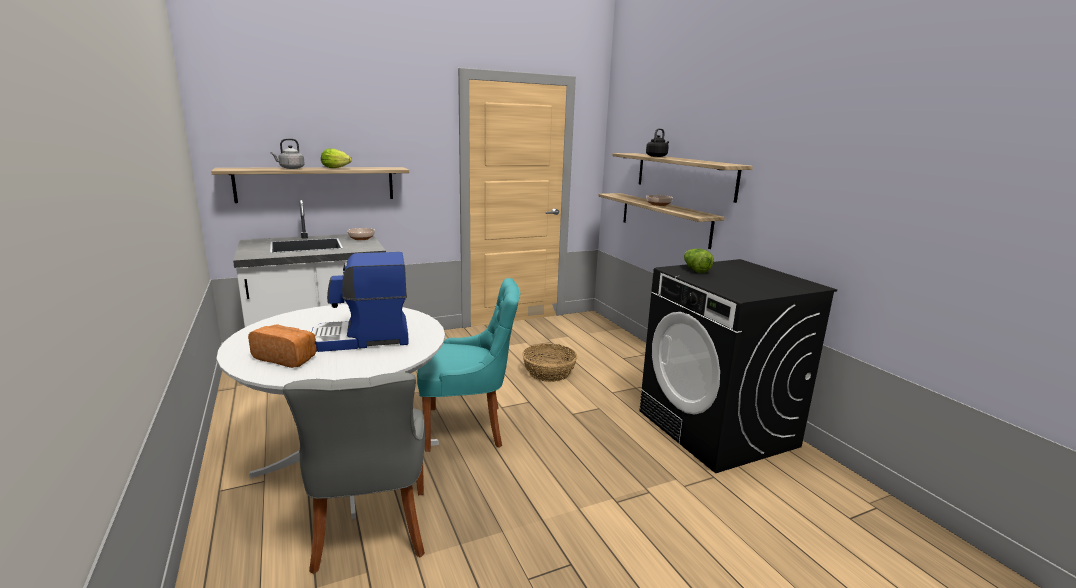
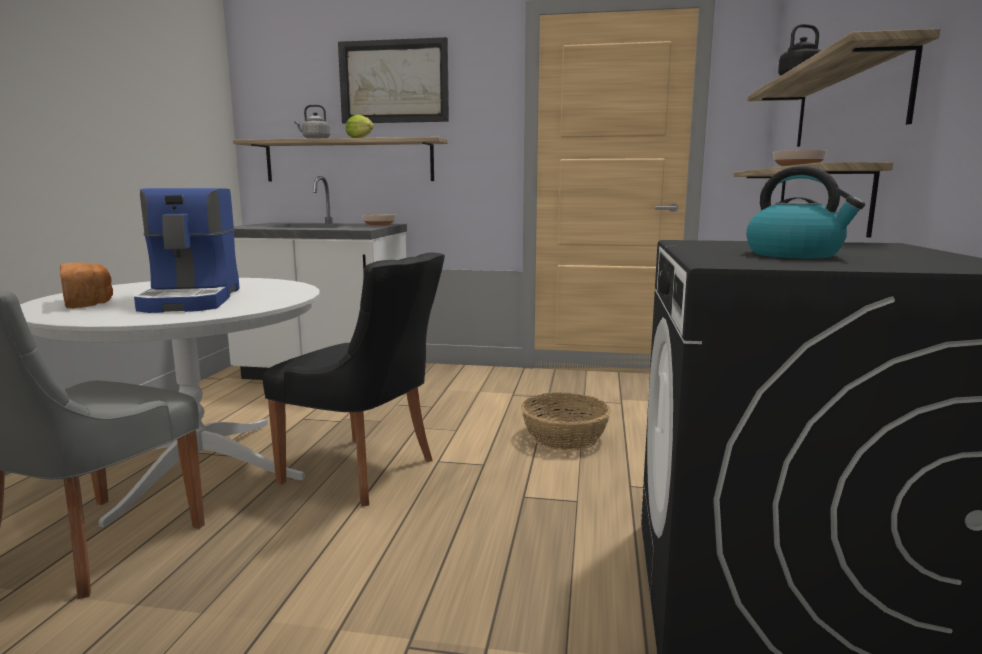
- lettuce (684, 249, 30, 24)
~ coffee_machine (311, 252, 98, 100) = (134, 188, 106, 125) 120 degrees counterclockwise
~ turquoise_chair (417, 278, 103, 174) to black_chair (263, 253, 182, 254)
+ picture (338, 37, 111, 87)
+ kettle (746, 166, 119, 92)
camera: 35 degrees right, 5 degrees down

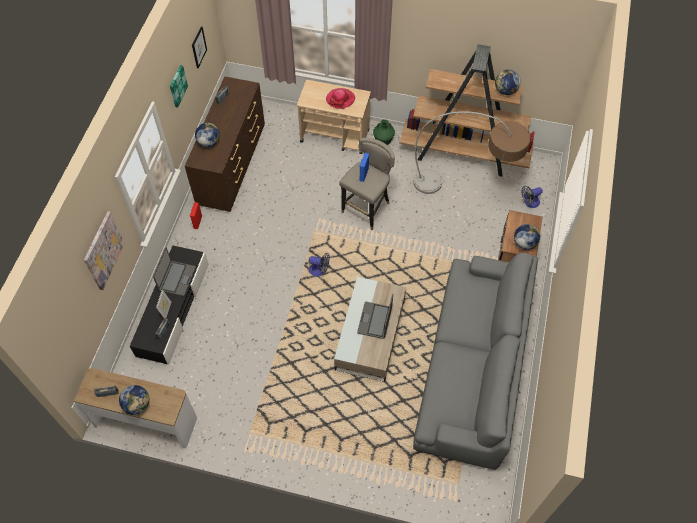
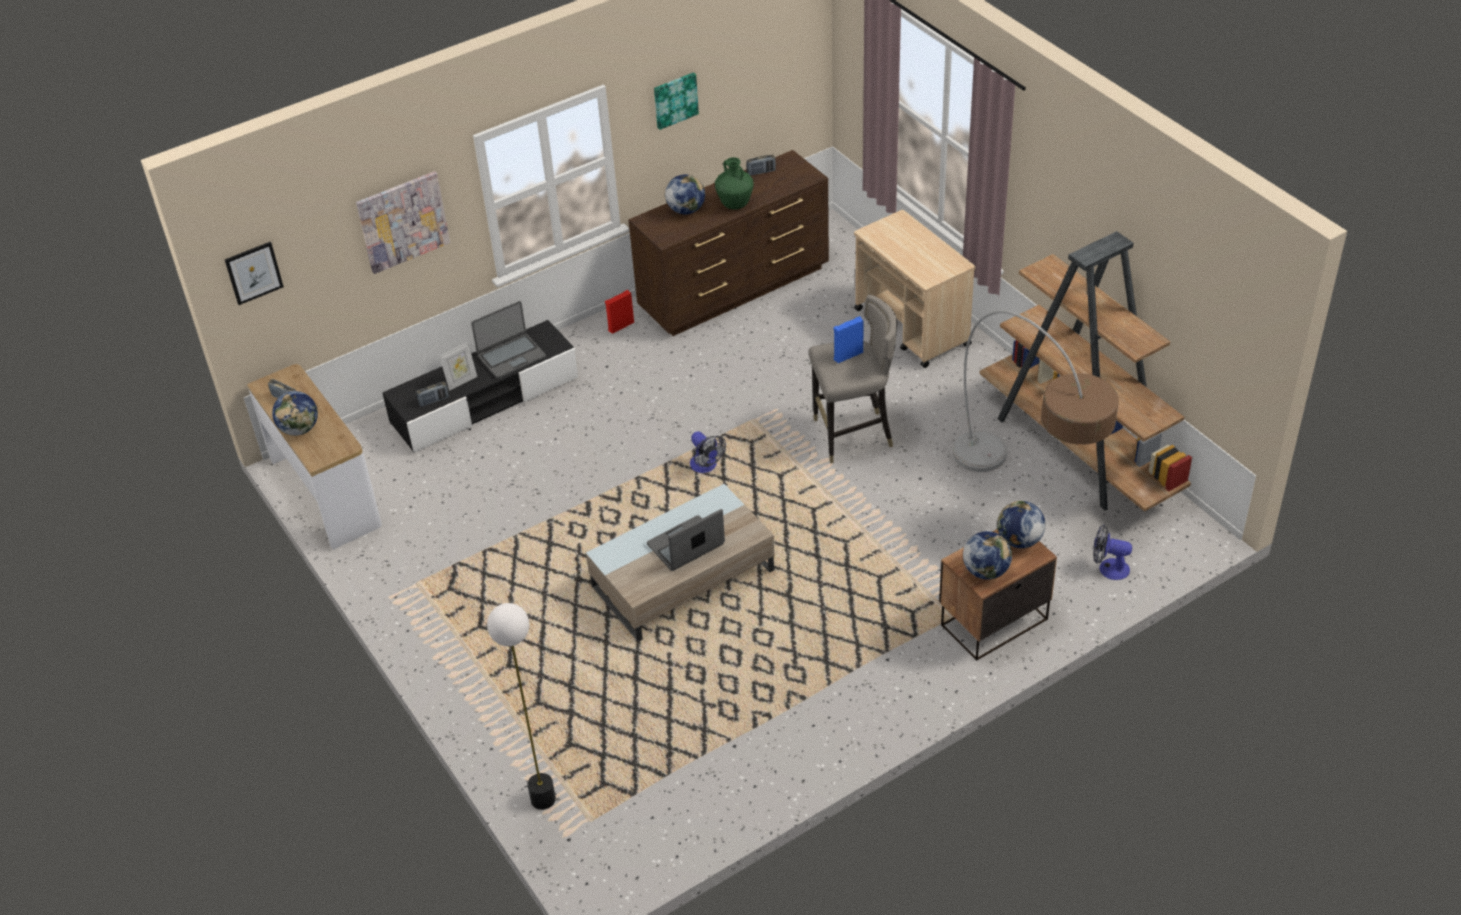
~ picture (192, 26, 15, 42) to (225, 242, 59, 63)
~ globe (495, 70, 26, 25) to (997, 501, 48, 47)
- hat (326, 88, 29, 21)
~ green_vase (373, 119, 22, 26) to (715, 157, 39, 53)
- grey_sofa (413, 252, 125, 218)
+ floor_lamp (487, 603, 69, 207)
camera: 45 degrees right, 15 degrees down

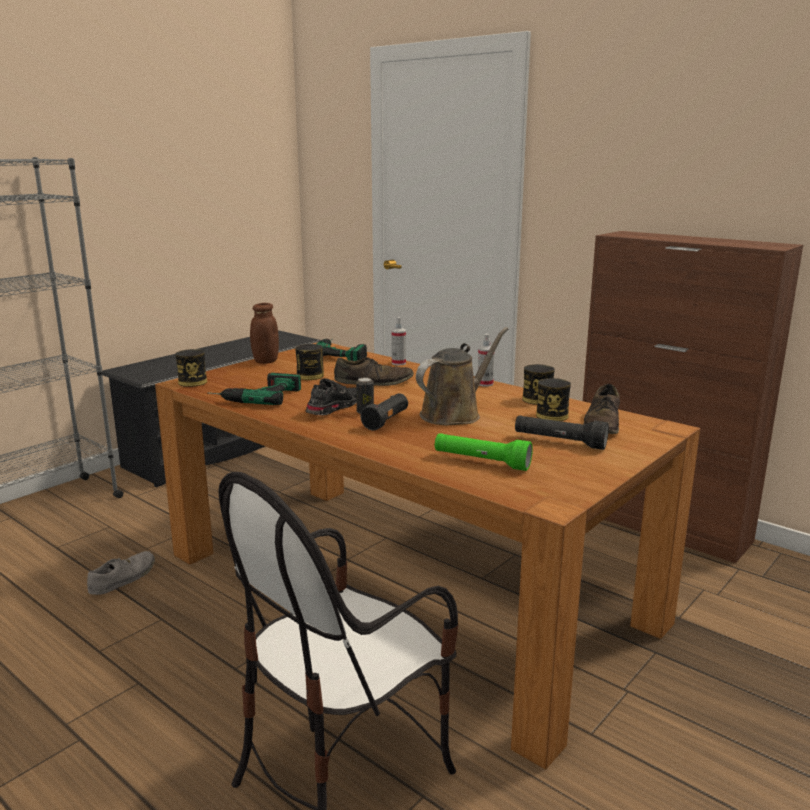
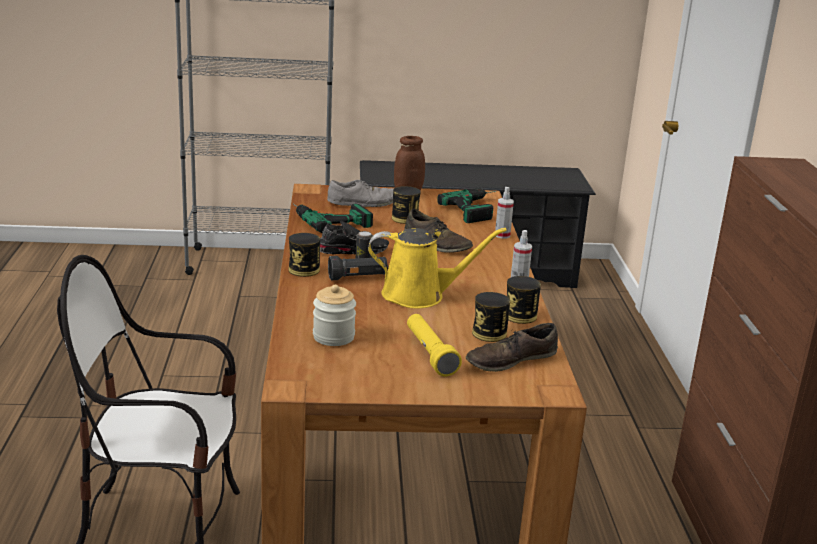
~ brown_watering_can (416, 327, 92, 98) to yellow_watering_can (368, 228, 139, 80)
~ can (176, 349, 31, 38) to (289, 233, 31, 44)
~ black_flashlight (515, 416, 94, 34) to yellow_flashlight (407, 314, 55, 62)
~ green_flashlight (435, 433, 98, 38) to jar (313, 285, 43, 61)
~ grey_shoe (87, 551, 68, 44) to (327, 180, 67, 27)
camera: 45 degrees right, 5 degrees up

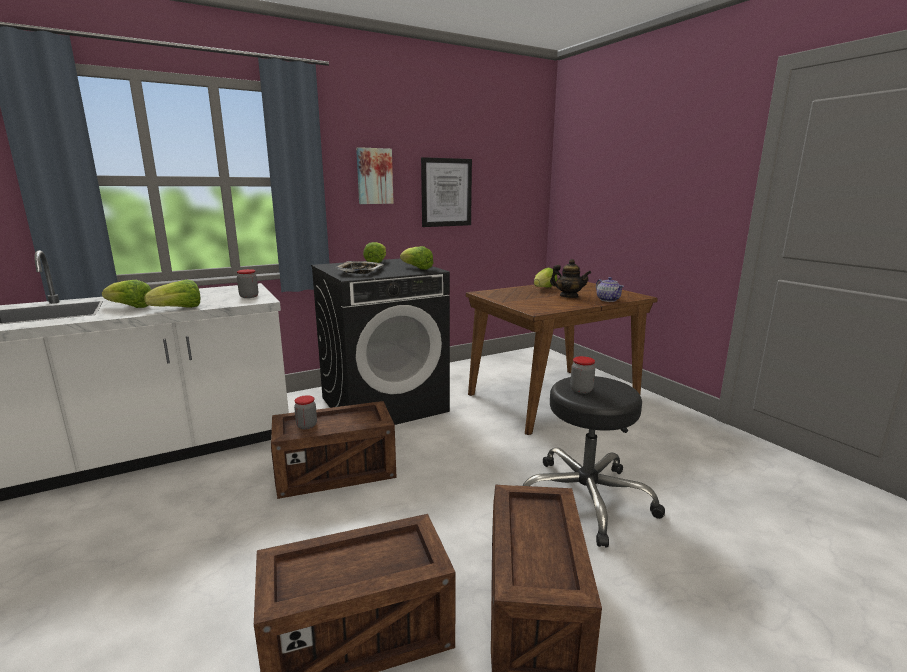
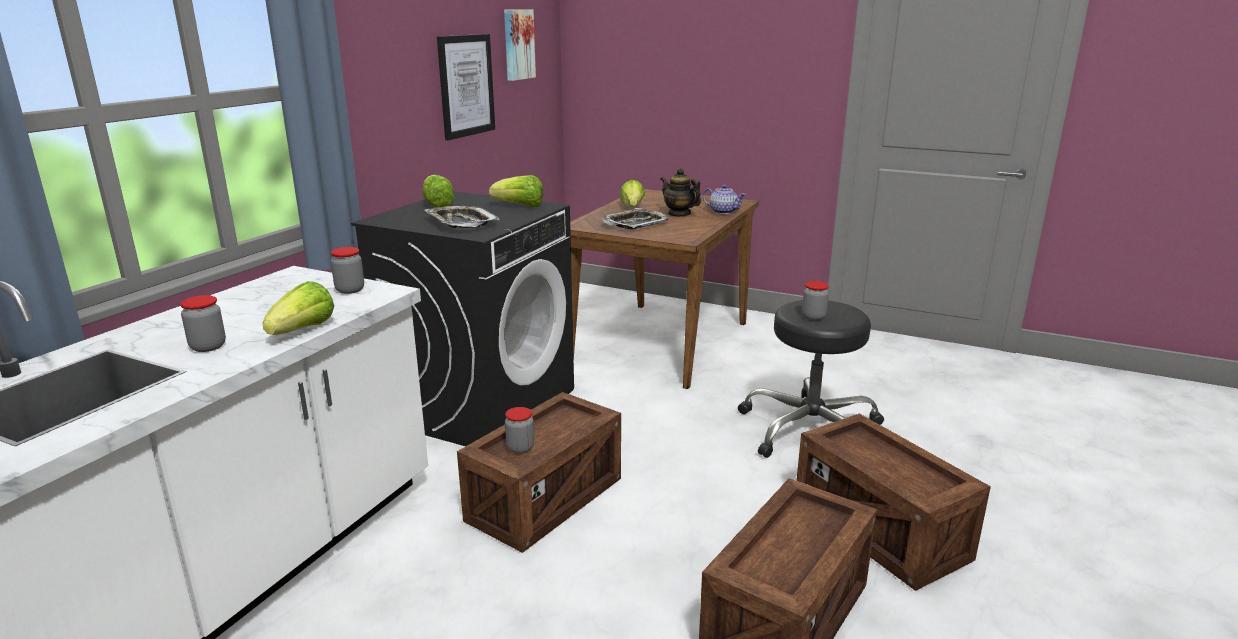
~ picture (356, 147, 38, 57) to (504, 9, 32, 72)
~ teapot (550, 259, 41, 39) = (660, 168, 41, 49) 135 degrees counterclockwise
~ lettuce (102, 280, 49, 28) to jar (180, 295, 46, 57)
+ tray (602, 208, 68, 21)
camera: 35 degrees left, 5 degrees up

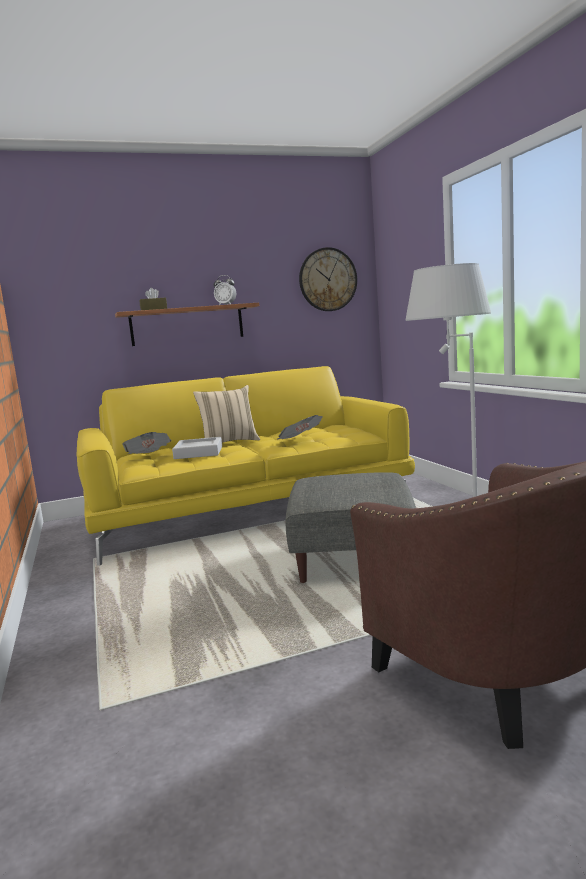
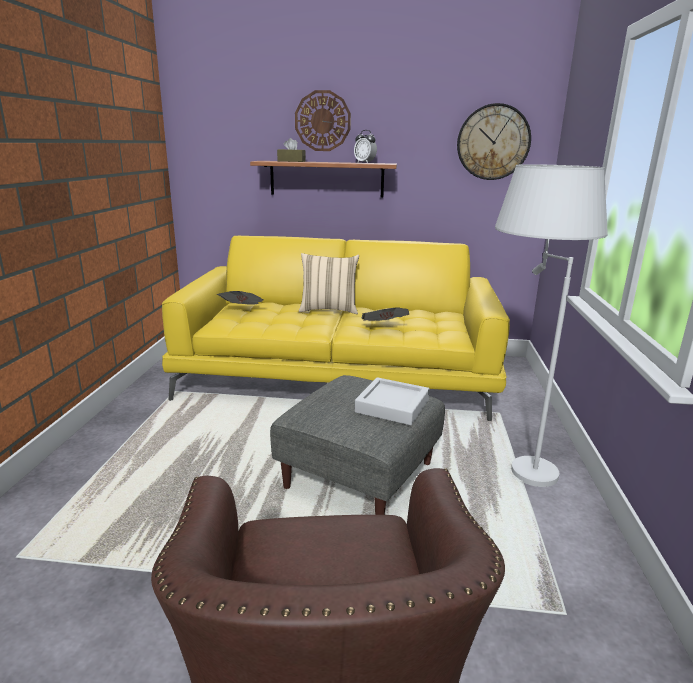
~ grey_tray (172, 437, 50, 22) to (355, 377, 75, 48)
+ wall_clock (295, 90, 56, 61)
camera: 25 degrees right, 10 degrees up

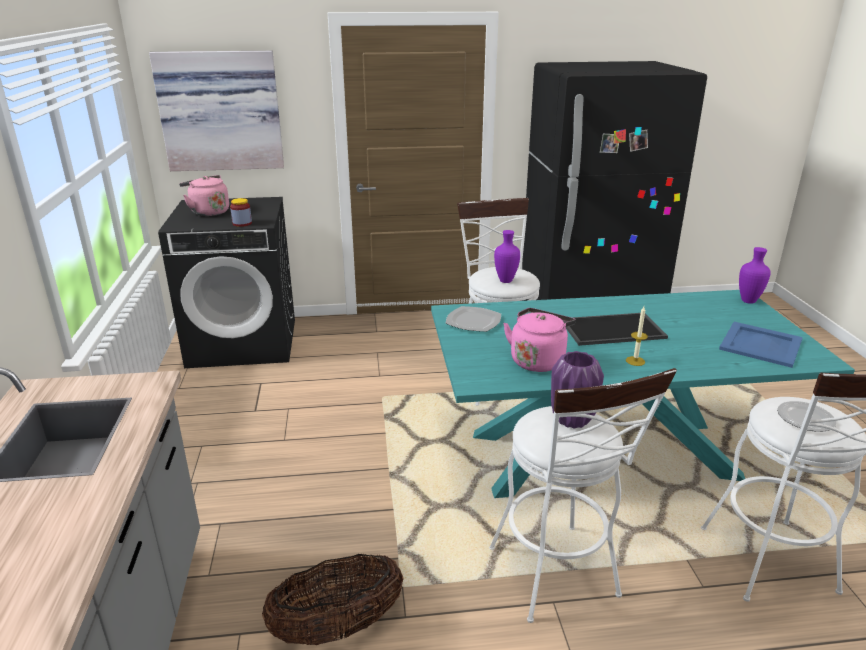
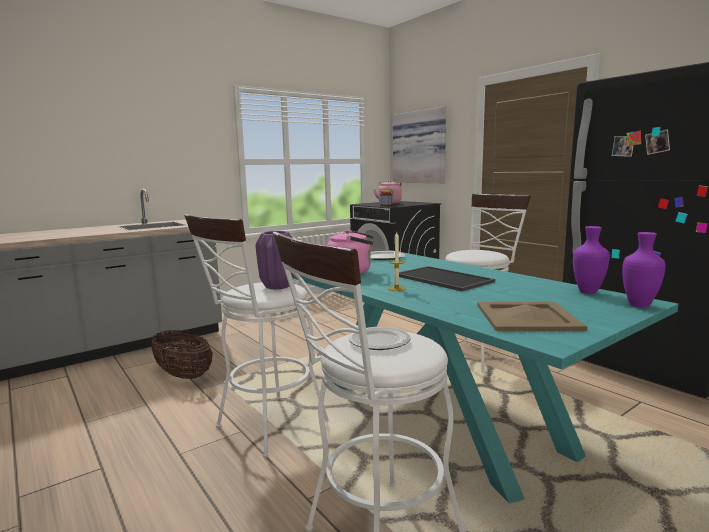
~ purple_vase (494, 230, 26, 53) to (573, 226, 37, 68)
~ blue_tray (719, 322, 84, 46) to beige_tray (477, 302, 110, 29)
camera: 60 degrees right, 15 degrees down

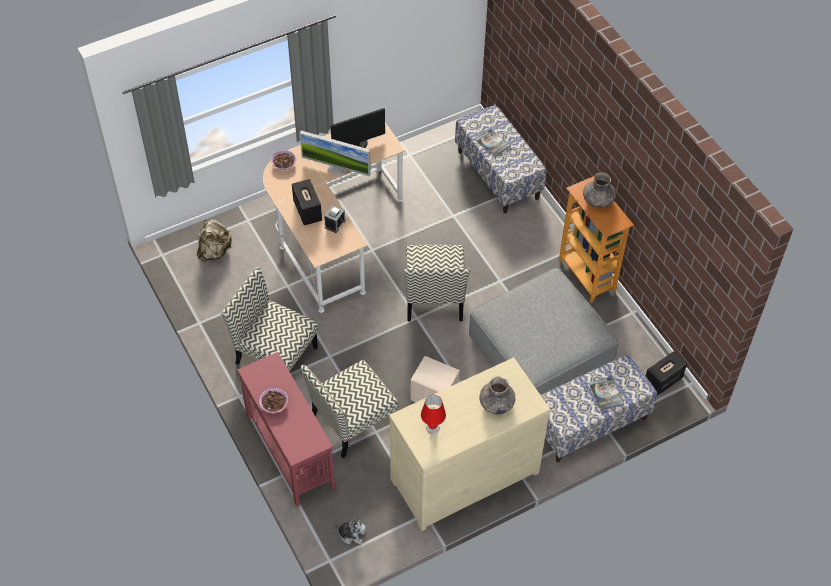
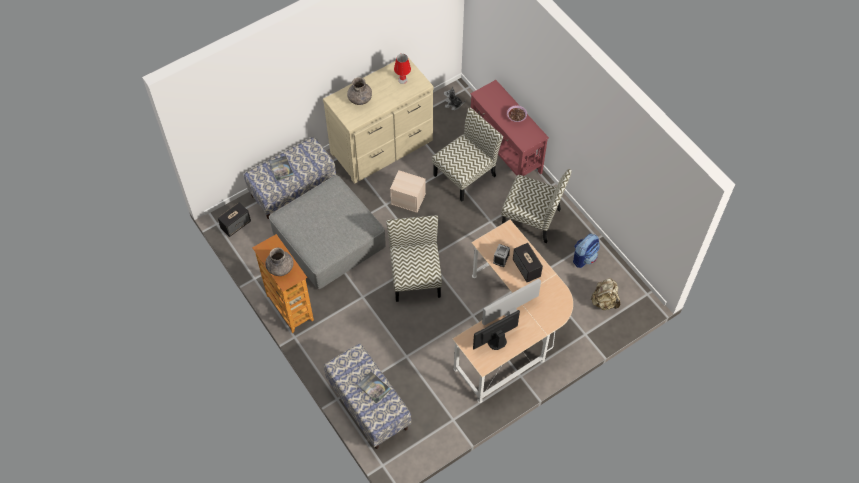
~ monitor (300, 131, 71, 45) = (482, 279, 59, 47) 45 degrees counterclockwise
- bowl (271, 150, 25, 20)
+ backpack (573, 234, 27, 34)
camera: 175 degrees right, 5 degrees up

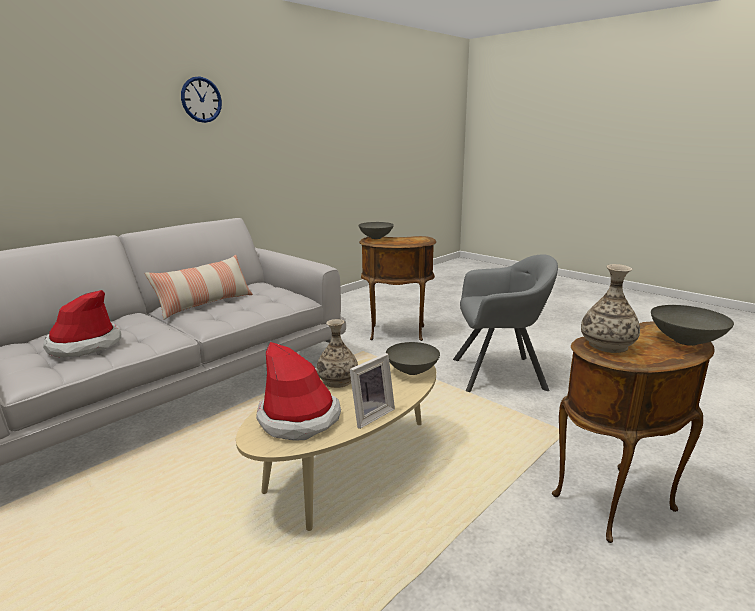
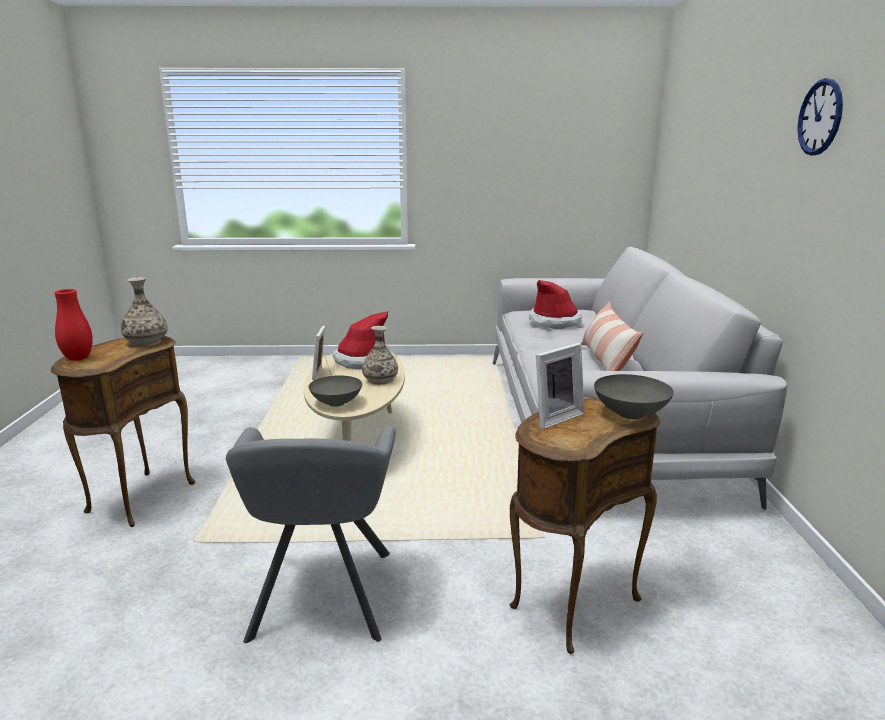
~ grey_armchair (453, 254, 105, 138) = (226, 426, 170, 217) 45 degrees counterclockwise
~ grey_bowl (651, 305, 83, 41) to red_vase (54, 289, 39, 72)
+ picture_frame (536, 343, 49, 86)
camera: 135 degrees right, 0 degrees up

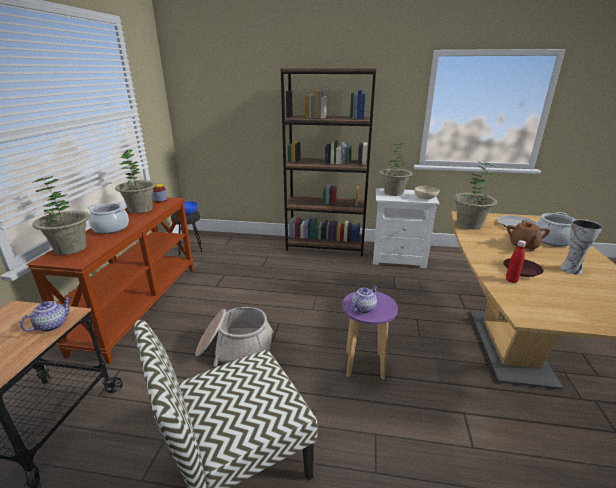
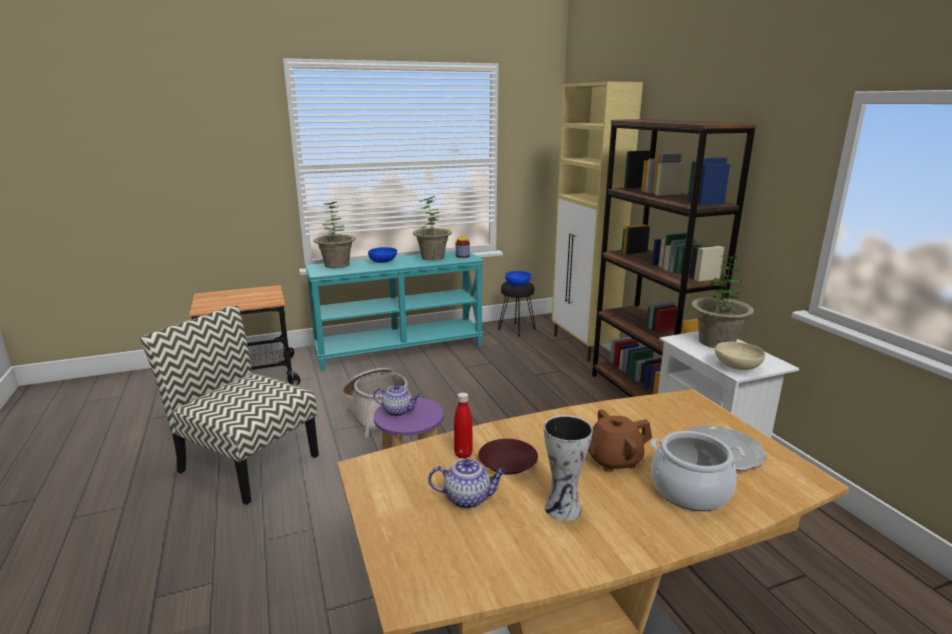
- potted_plant (452, 163, 46, 67)
~ brown_console_table (26, 197, 168, 167) to turquoise_console_table (305, 251, 179, 120)
~ cooking_pot (87, 203, 42, 31) to blue_bowl (368, 247, 29, 16)
~ teapot (20, 297, 51, 35) to (428, 459, 78, 49)
+ beige_cabinet (552, 82, 91, 280)
camera: 60 degrees right, 5 degrees down

